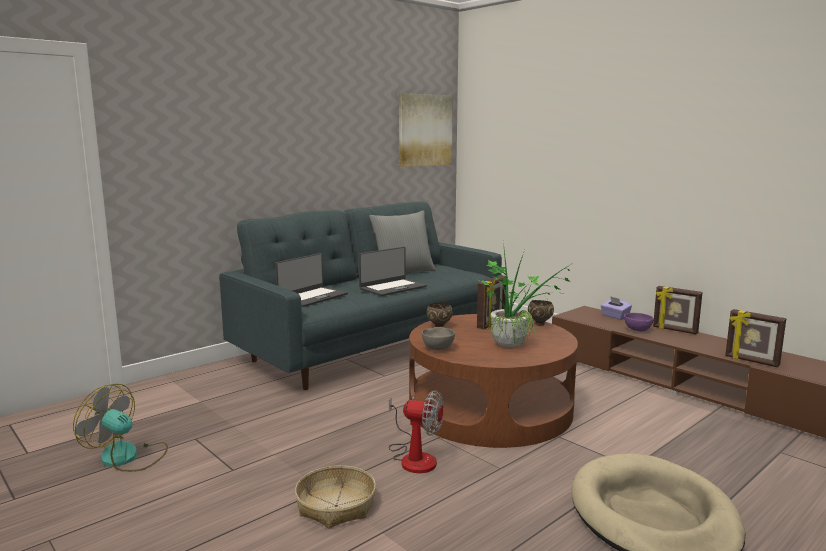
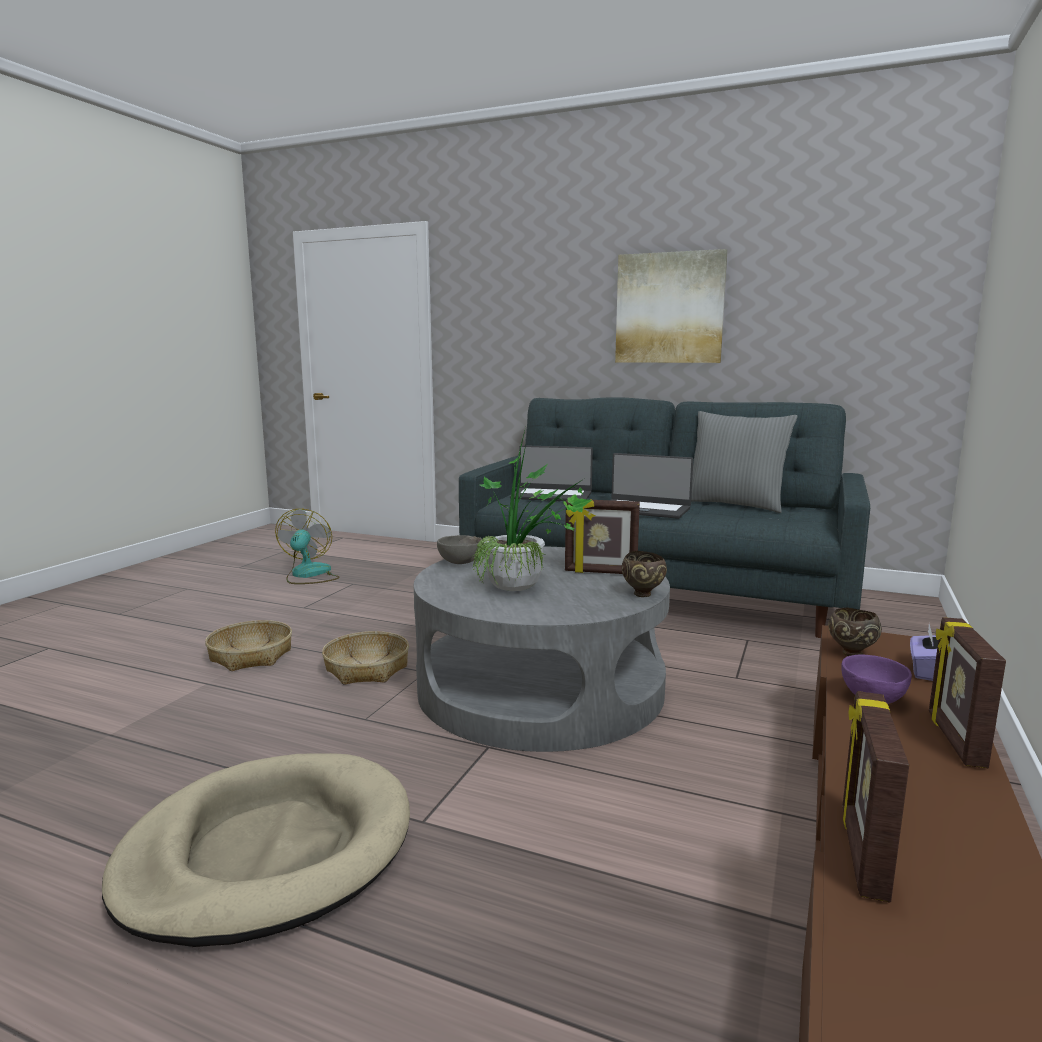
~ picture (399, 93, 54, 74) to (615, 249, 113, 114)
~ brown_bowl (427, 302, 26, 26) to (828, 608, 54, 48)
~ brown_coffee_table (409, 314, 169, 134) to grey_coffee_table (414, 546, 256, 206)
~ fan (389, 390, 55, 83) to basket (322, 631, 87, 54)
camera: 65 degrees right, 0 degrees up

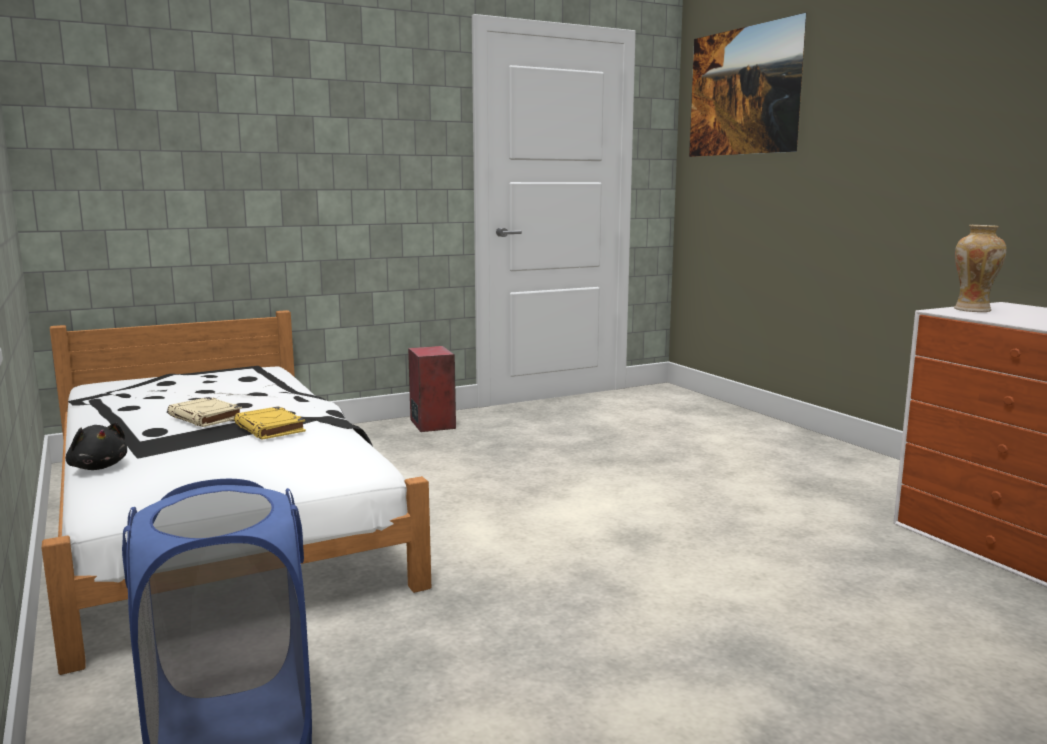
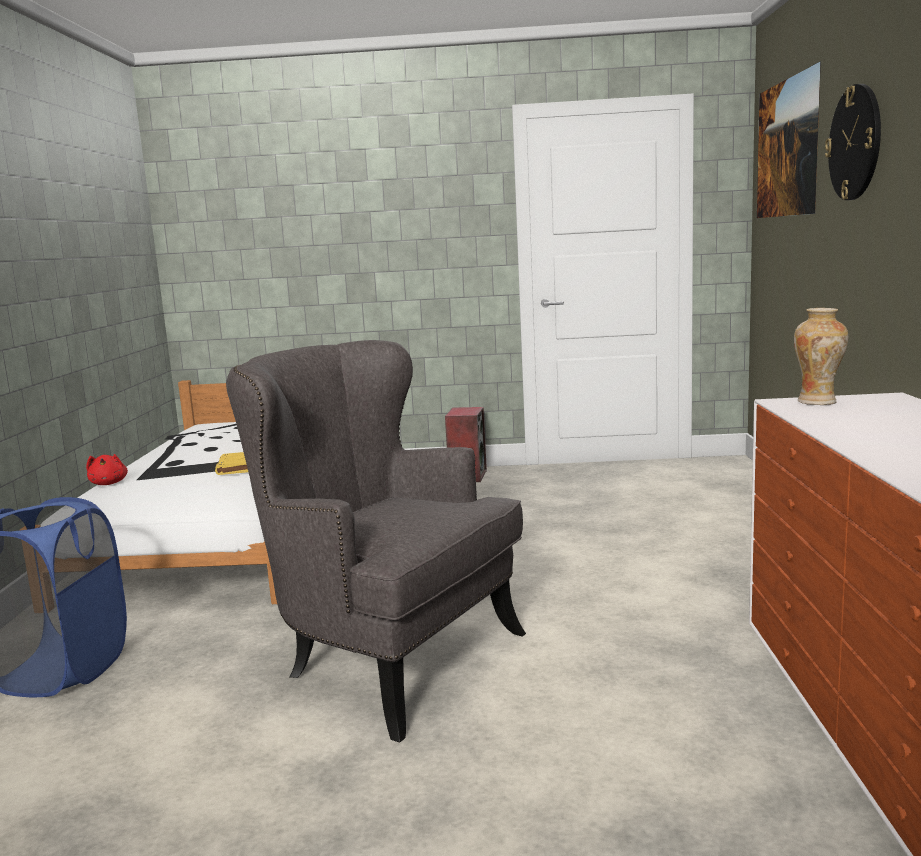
- beige_book (168, 397, 74, 30)
~ black_plush_toy (66, 422, 61, 48) to red_plush_toy (86, 454, 42, 31)
+ wall_clock (825, 84, 56, 116)
+ grey_armchair (226, 340, 300, 402)
camera: 30 degrees right, 0 degrees up

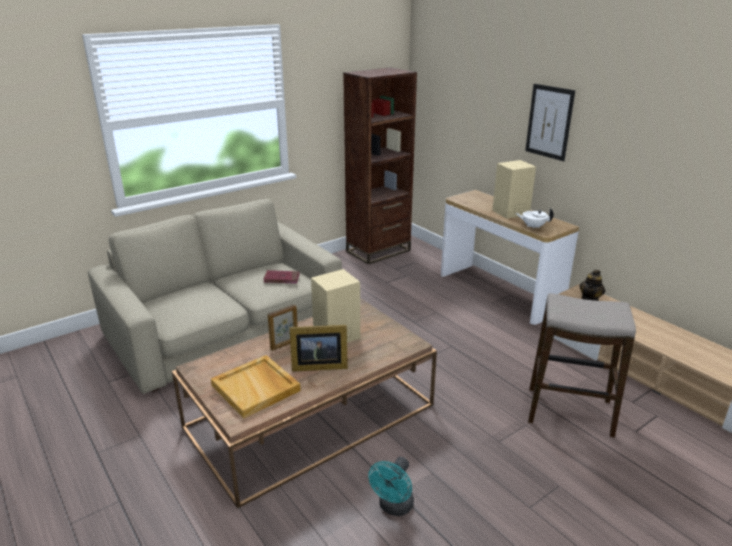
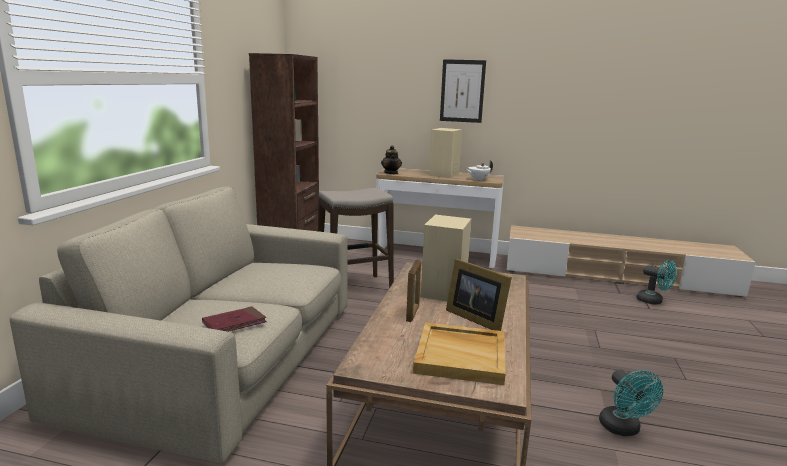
~ red_book (263, 270, 37, 14) to (202, 306, 65, 26)
~ teapot (579, 270, 26, 31) to (381, 145, 21, 29)
~ stool (528, 293, 108, 145) to (318, 188, 76, 100)
~ picture_frame (290, 325, 58, 47) = (446, 259, 66, 72) 90 degrees clockwise
+ turquoise_fan (637, 260, 40, 45)
camera: 40 degrees left, 10 degrees down

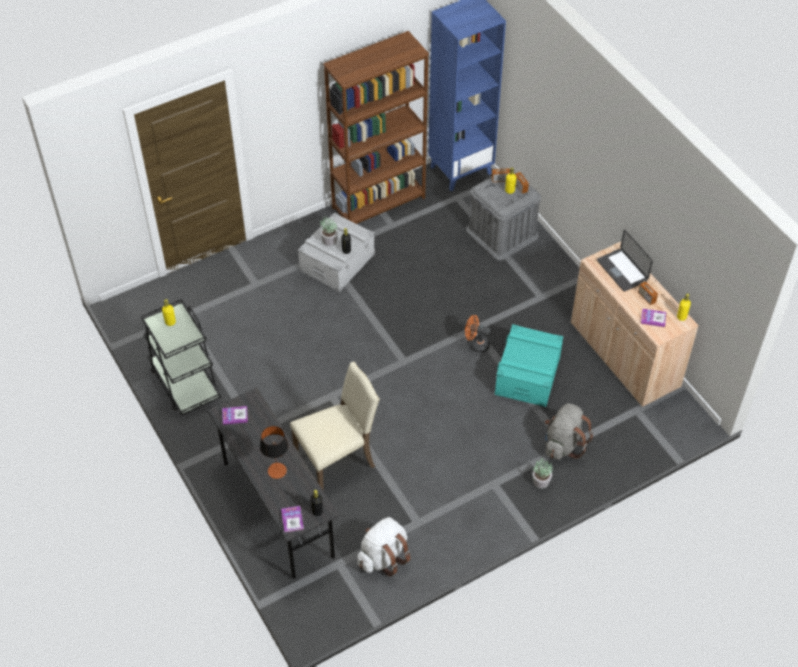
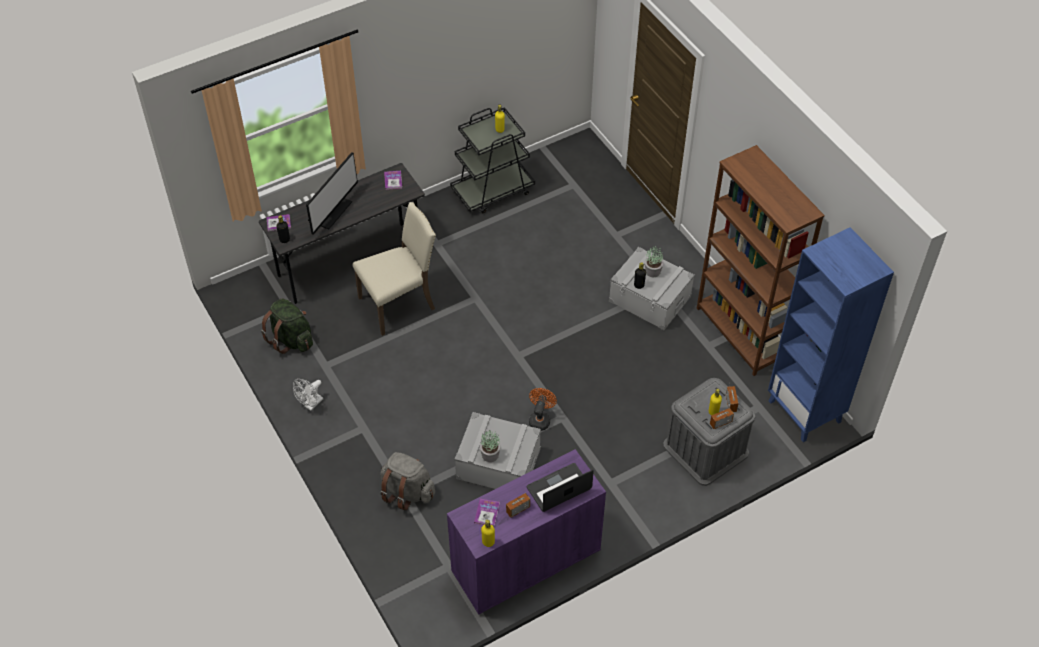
~ beige_cabinet (571, 242, 128, 165) to purple_cabinet (447, 449, 159, 166)
~ turquoise_storage_box (495, 324, 68, 83) to grey_storage_box (455, 412, 86, 77)
~ beige_chair (290, 362, 90, 129) = (353, 202, 83, 134) 90 degrees counterclockwise
~ table_lamp (260, 426, 28, 53) to monitor (306, 152, 52, 83)
~ potted_plant (532, 458, 20, 31) to (480, 431, 21, 31)
~ white_backpack (358, 517, 53, 60) to green_backpack (261, 299, 52, 55)
+ white_fan (293, 379, 30, 32)
camera: 90 degrees right, 0 degrees up

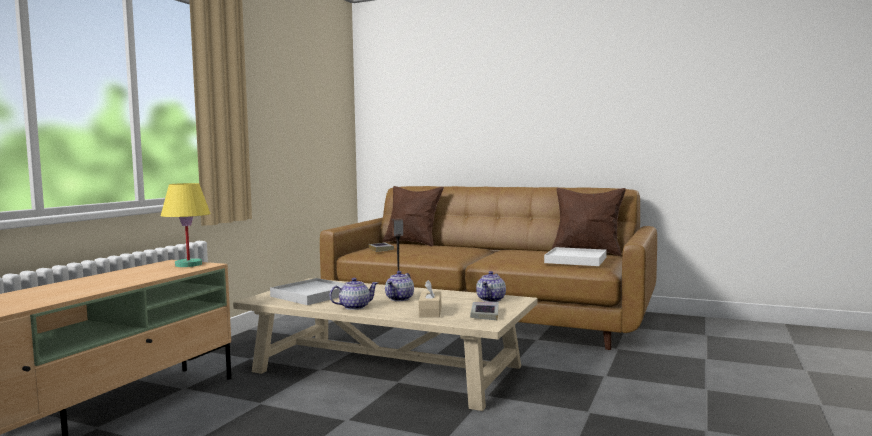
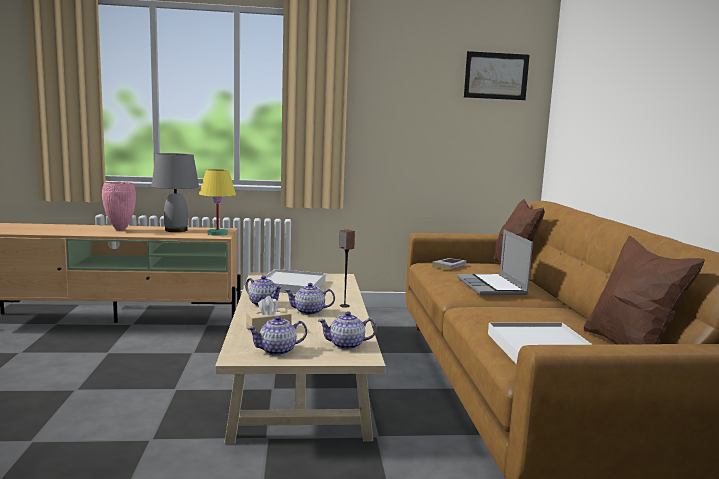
~ book (470, 302, 29, 18) to teapot (247, 316, 60, 40)
+ picture (464, 51, 66, 49)
+ grey_table_lamp (151, 153, 48, 79)
+ pink_vase (102, 182, 34, 49)
+ laptop (457, 230, 76, 66)
camera: 60 degrees right, 5 degrees up

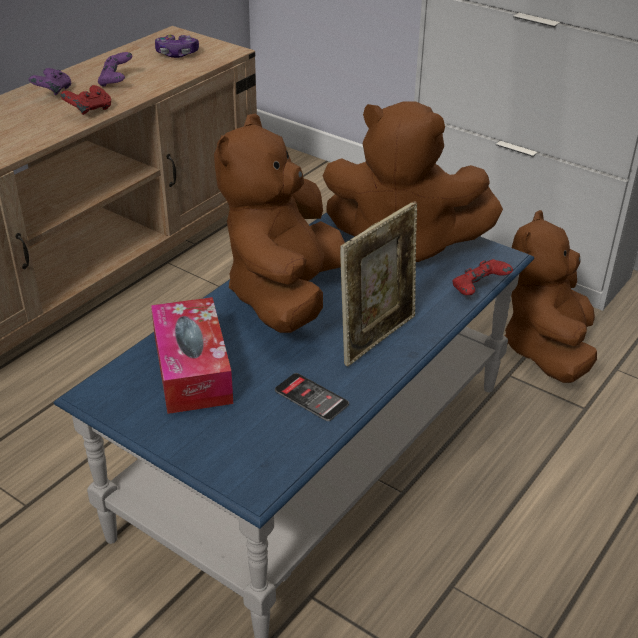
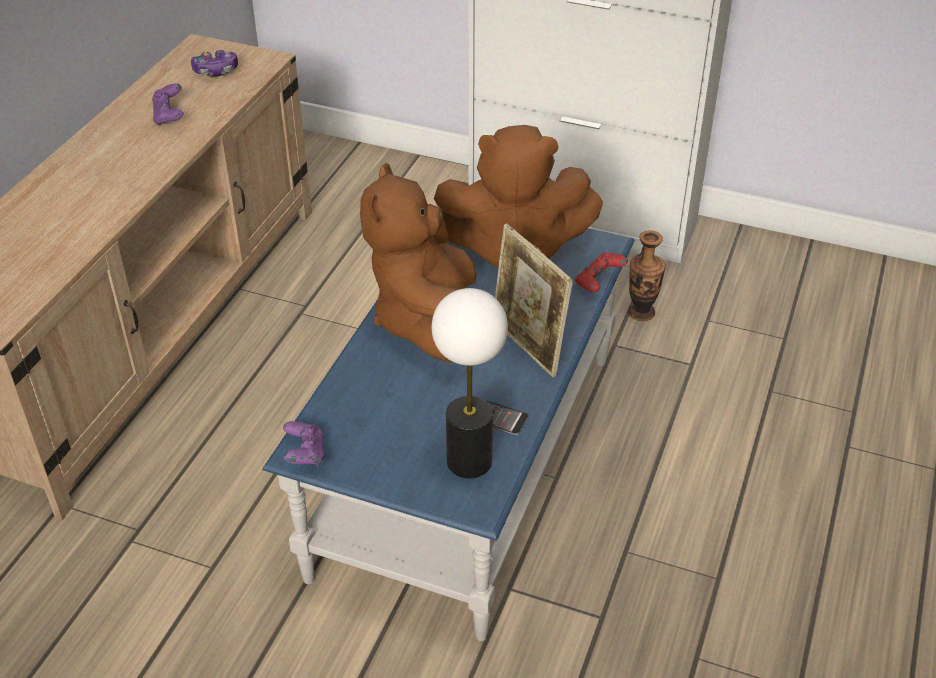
~ purple_game_controller (29, 68, 43, 27) to (283, 421, 42, 46)
- red_game_controller (60, 85, 51, 30)
~ picture_frame (340, 201, 77, 166) = (495, 224, 78, 154) 120 degrees clockwise
~ brown_plush_toy (504, 210, 93, 173) to vase (628, 230, 38, 91)
- tissue_box (151, 297, 82, 117)
+ table_lamp (432, 288, 76, 190)
camera: 15 degrees left, 5 degrees up

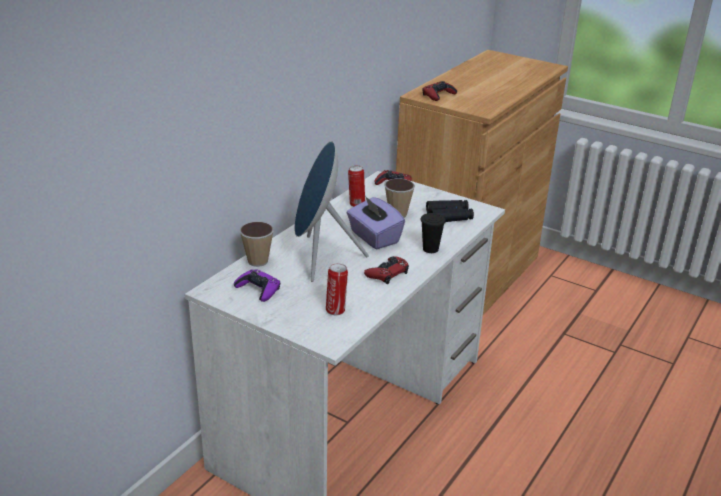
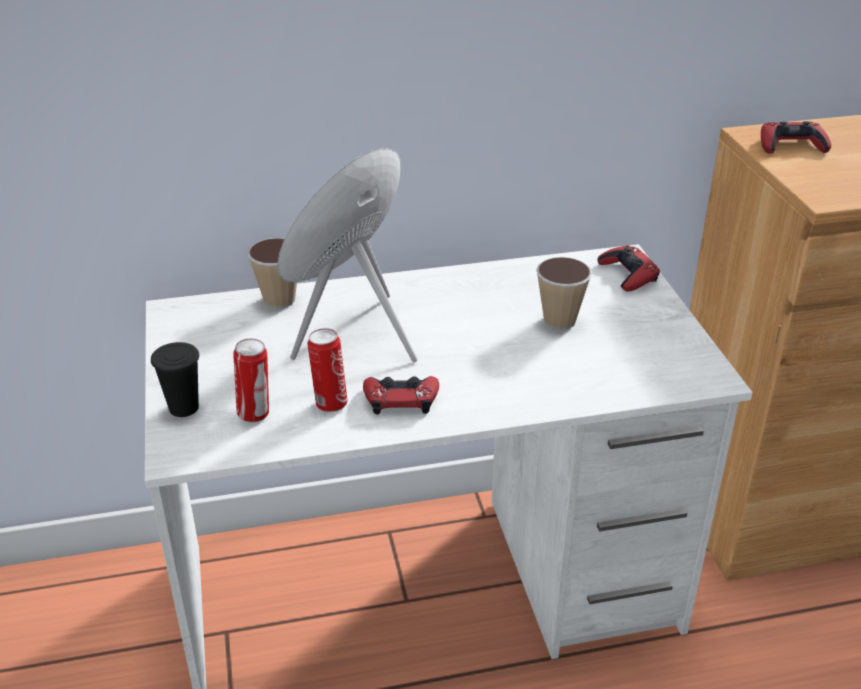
~ can (348, 165, 17, 42) to (307, 328, 40, 85)
- purple_tissue_box (347, 196, 58, 54)
- black_binoculars (426, 200, 48, 22)
~ black_cup (420, 213, 26, 40) to (151, 342, 48, 75)
- purple_game_controller (234, 269, 46, 33)
camera: 45 degrees right, 5 degrees up

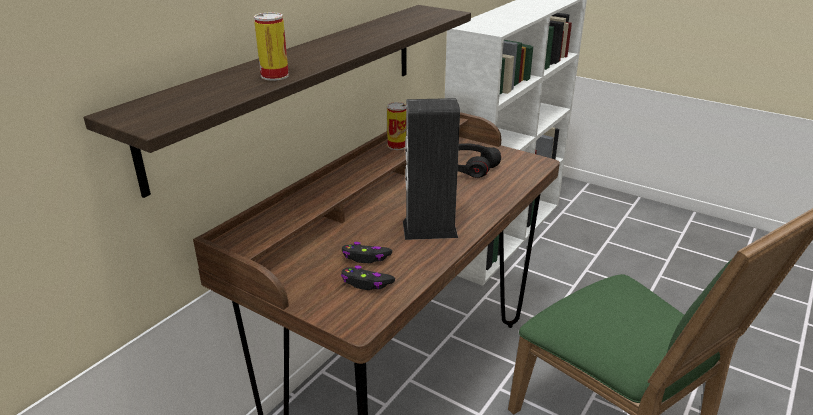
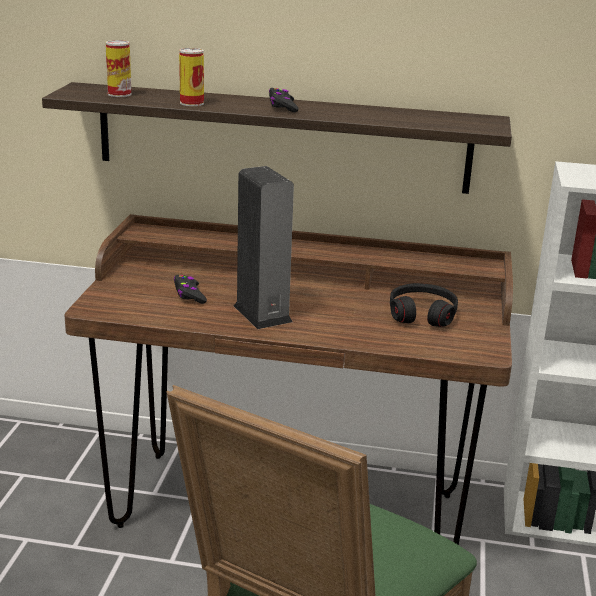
~ can (387, 102, 19, 48) to (105, 40, 27, 57)
~ black_game_controller (341, 265, 54, 25) to (269, 88, 30, 24)
camera: 65 degrees right, 5 degrees down

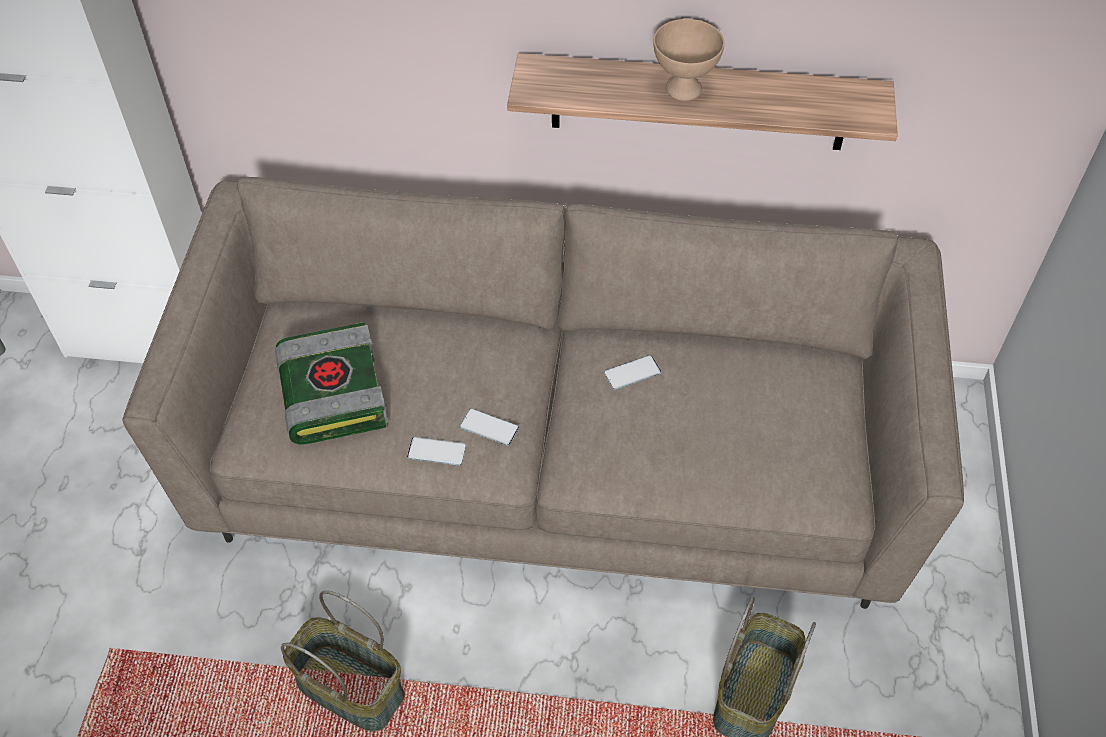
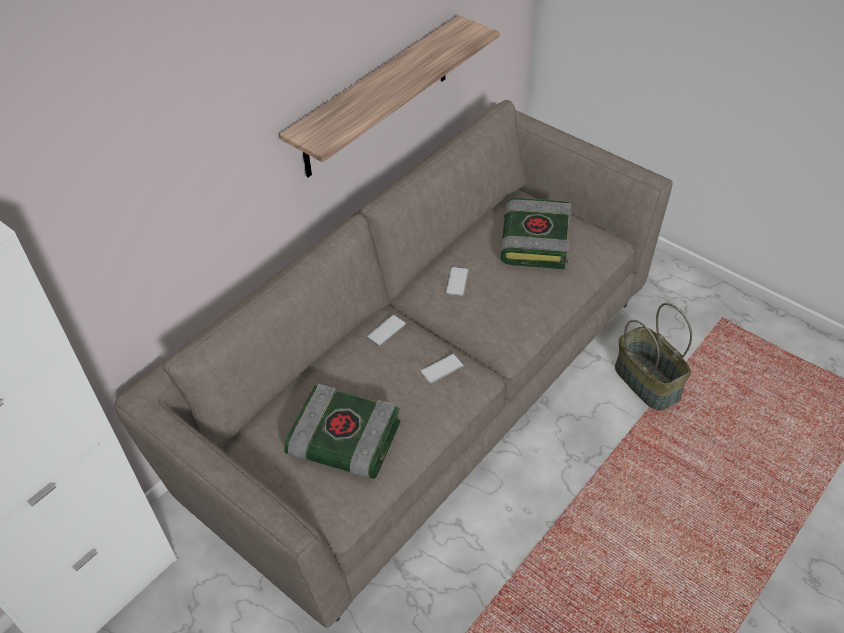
- beige_bowl (653, 19, 71, 82)
~ phone (407, 437, 59, 28) to (366, 315, 40, 31)
- basket (281, 591, 124, 140)
+ book (500, 198, 71, 71)
camera: 55 degrees left, 5 degrees down

